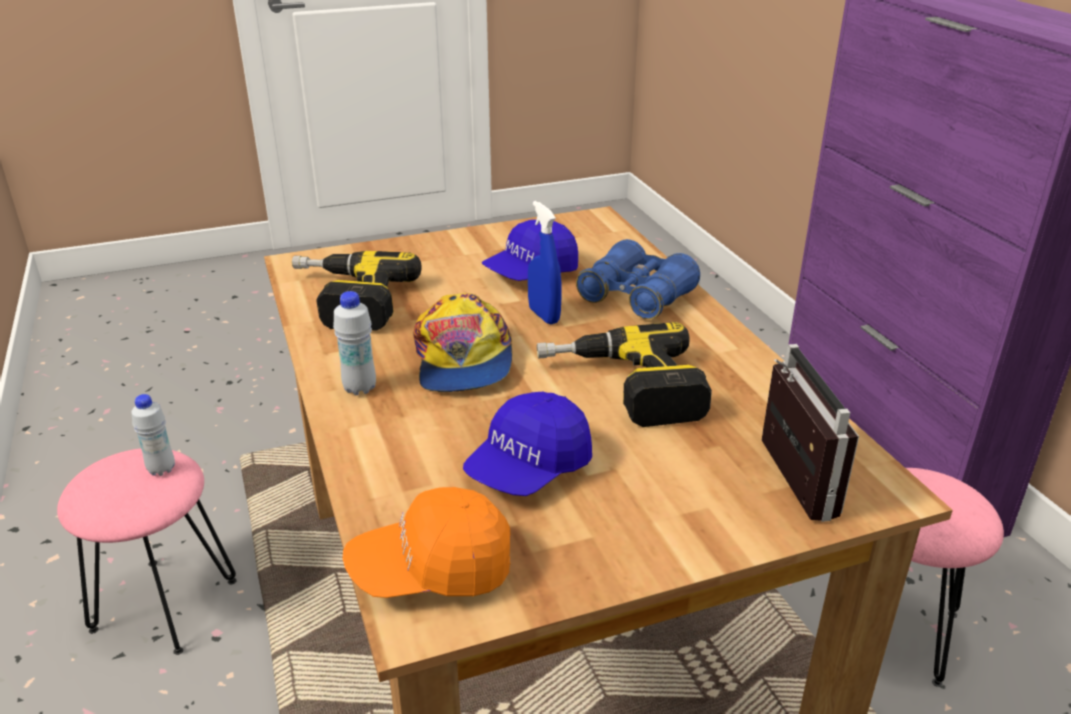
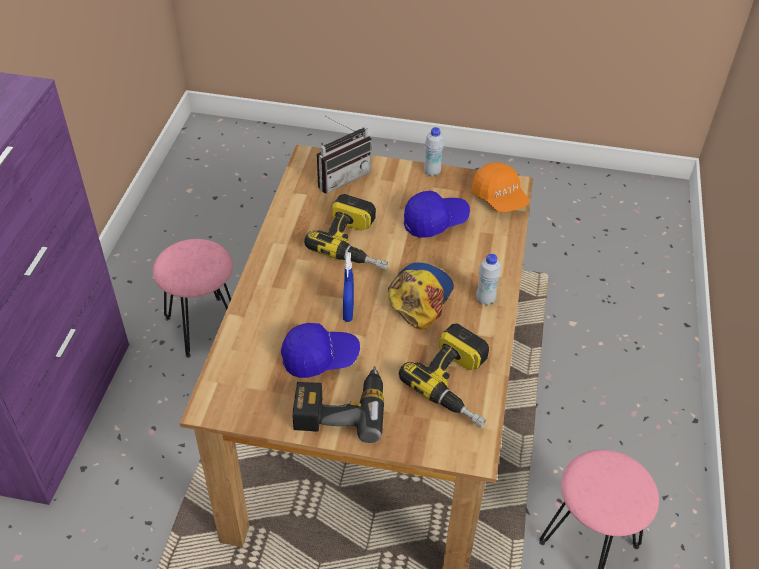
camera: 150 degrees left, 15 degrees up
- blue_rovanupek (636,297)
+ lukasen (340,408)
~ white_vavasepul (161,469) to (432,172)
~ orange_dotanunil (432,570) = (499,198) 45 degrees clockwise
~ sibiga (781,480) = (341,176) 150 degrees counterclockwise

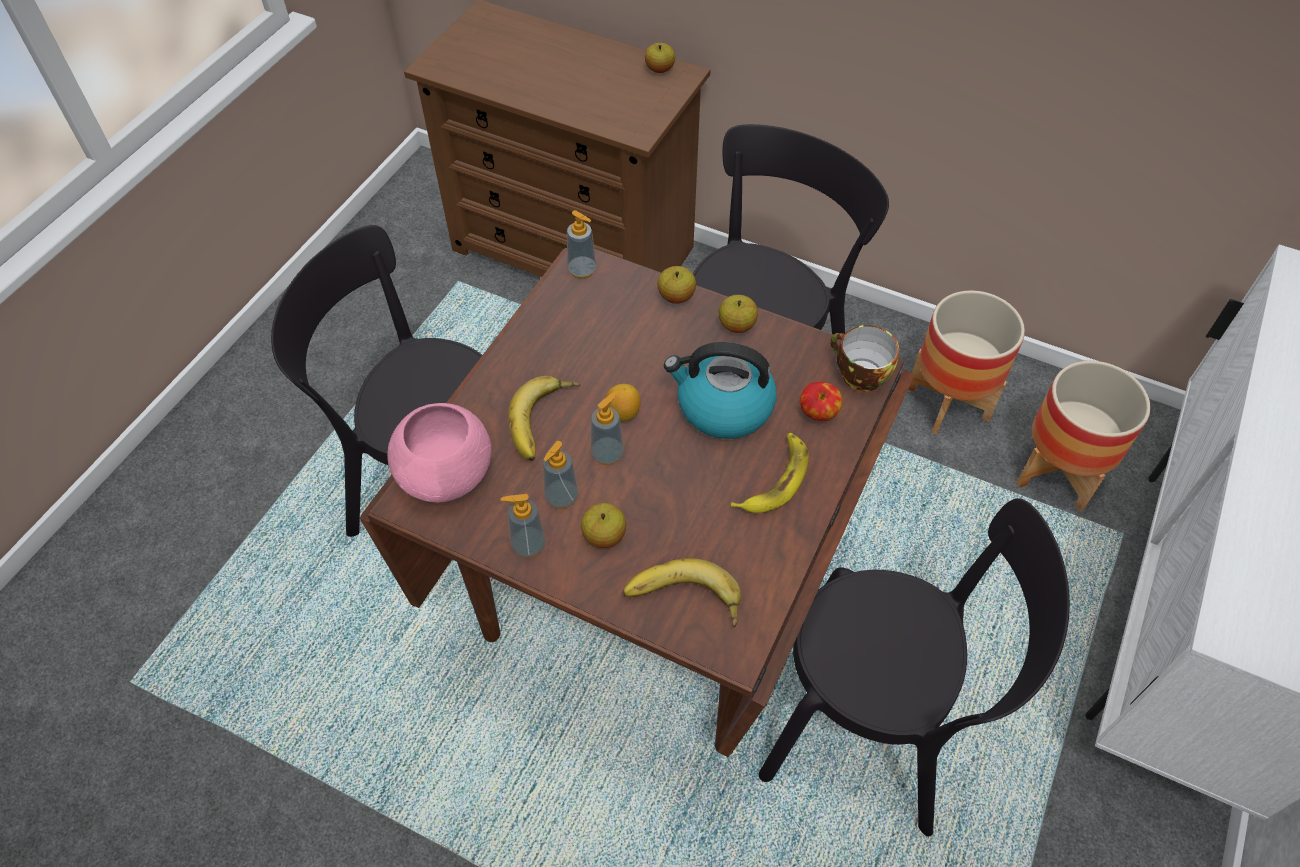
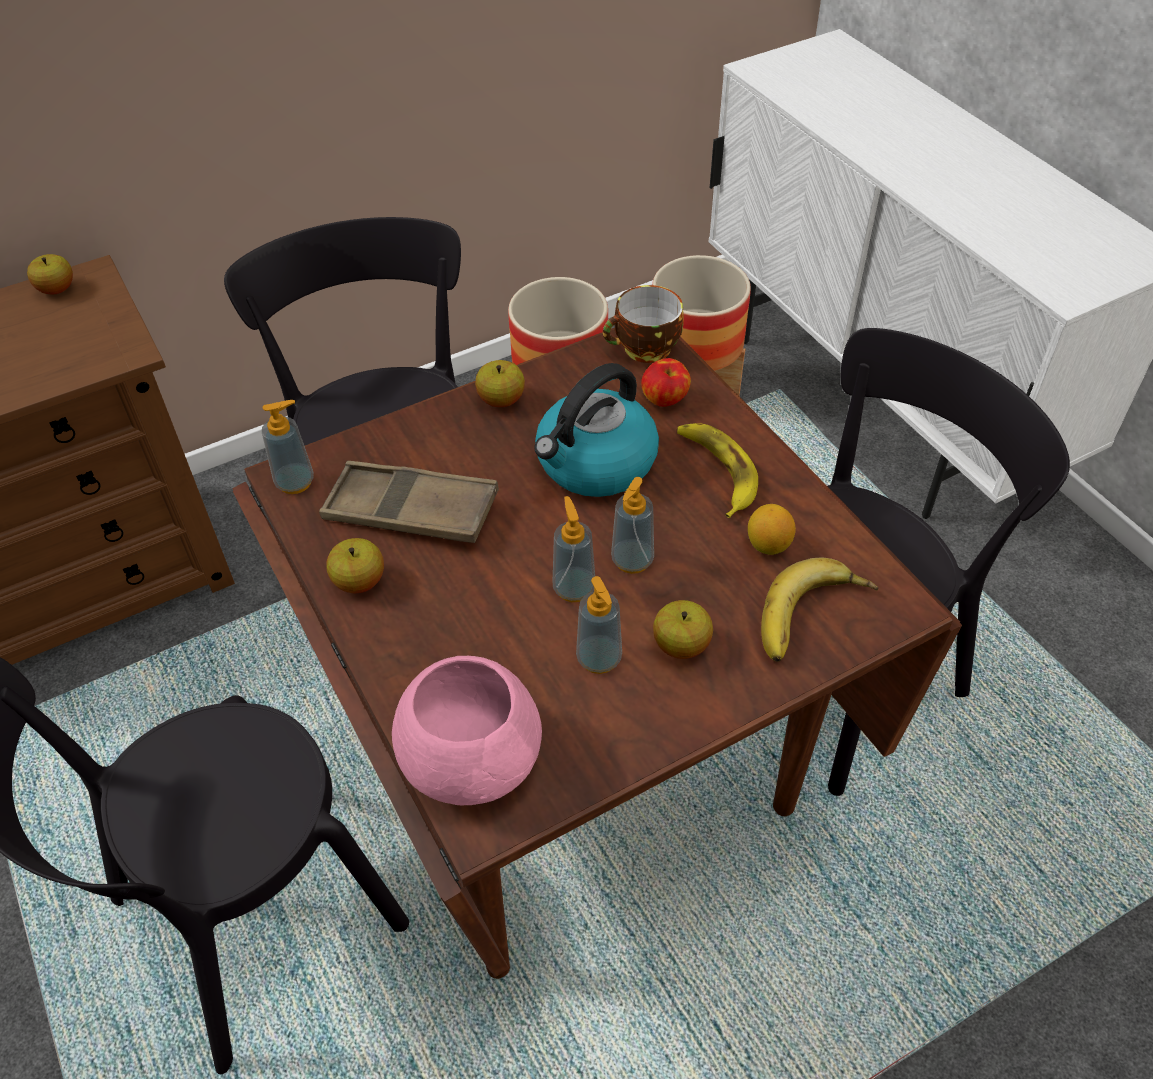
camera: 55 degrees left, 5 degrees down
- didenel (545,422)
+ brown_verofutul (411,511)
~ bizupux (528,545) to (632,560)
~ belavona (623,413) to (768,545)
~ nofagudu (676,296) to (359,581)

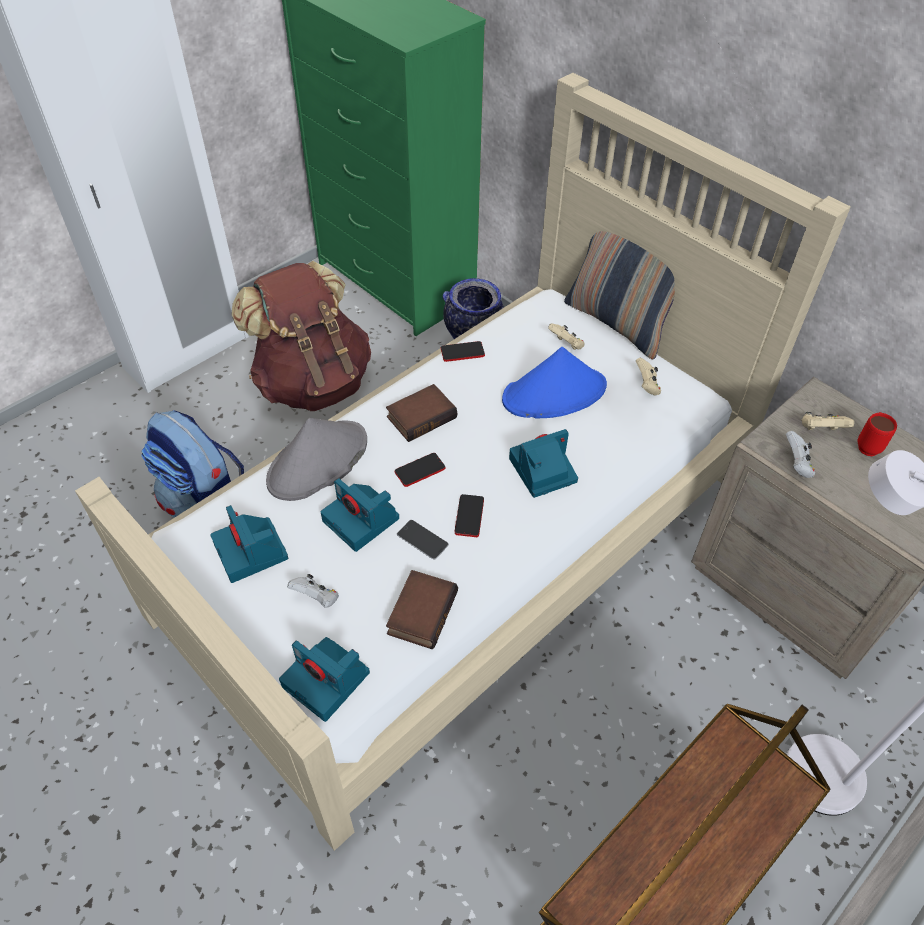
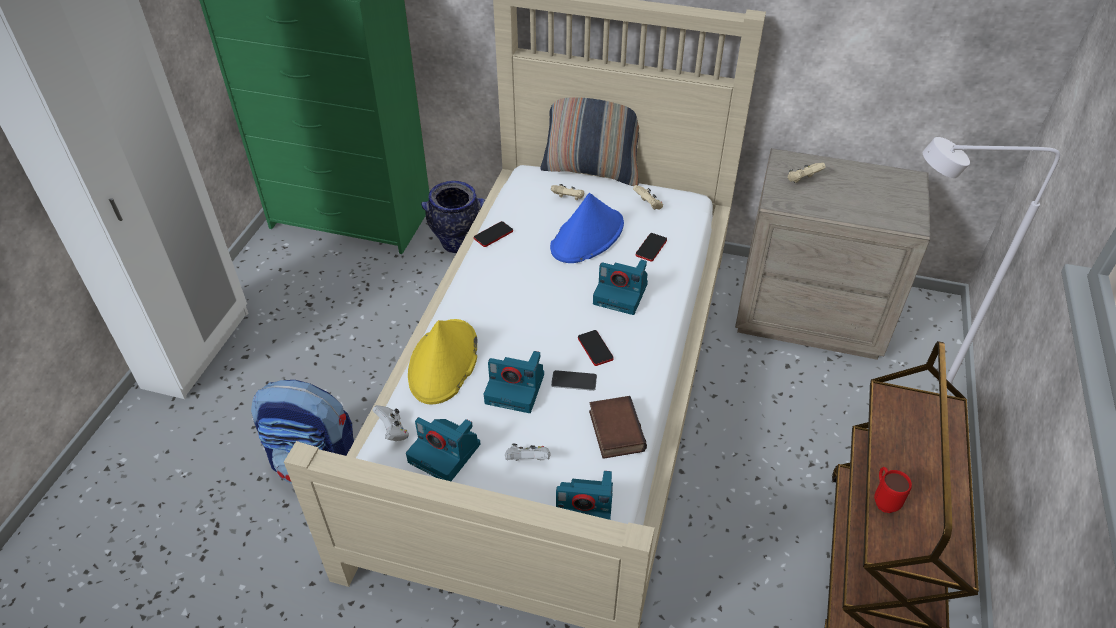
camera: 30 degrees left, 5 degrees down
- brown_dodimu (313,382)
- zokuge (421,416)
~ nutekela (420,470) to (651,248)
~ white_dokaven (796,464) to (393,431)
~ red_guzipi (868,445) to (883,499)
~ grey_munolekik (317,462) to yellow_munolekik (443,362)
~ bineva (541,471) = (622,294) 105 degrees counterclockwise

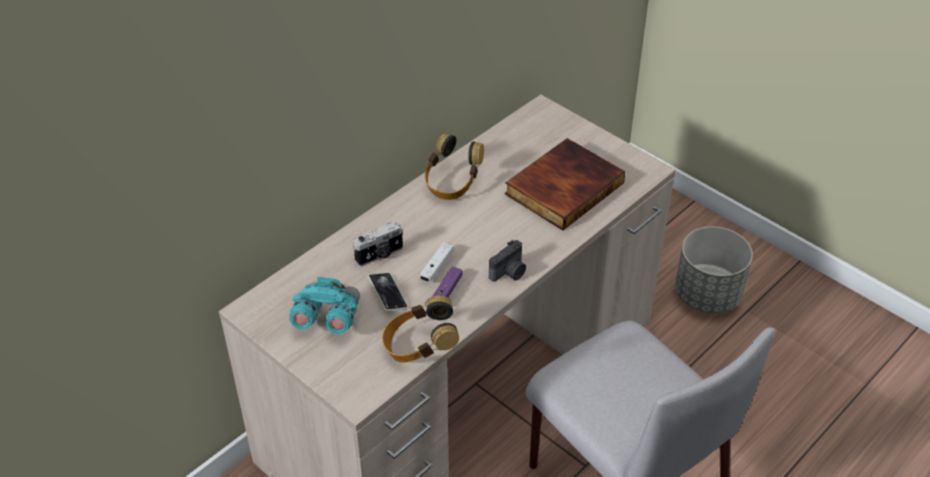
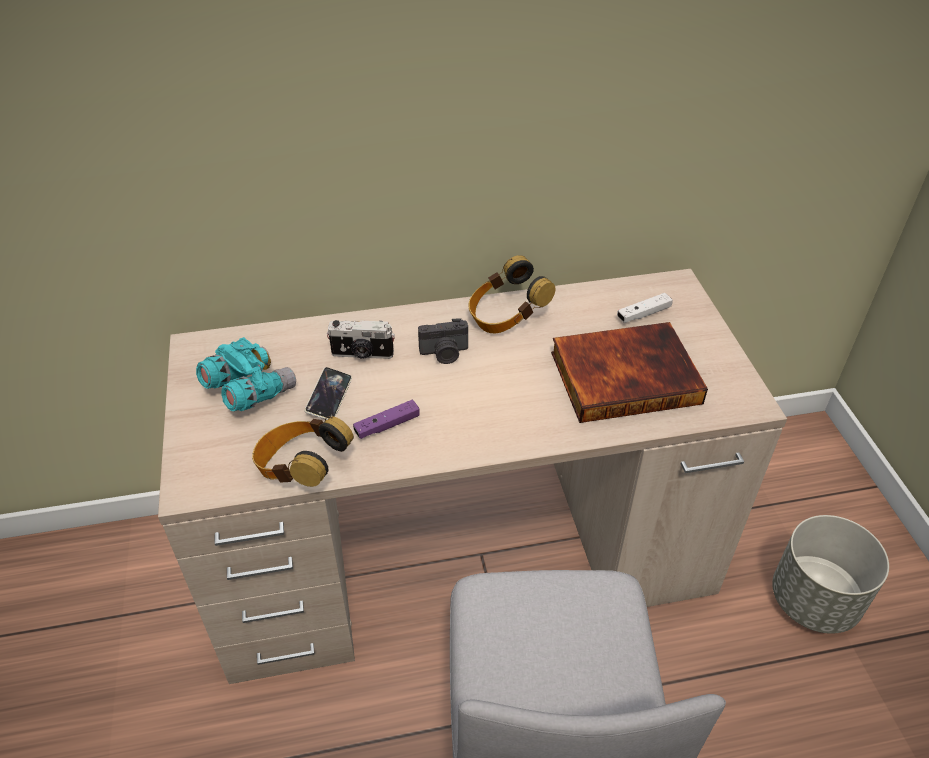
camera: 35 degrees right, 0 degrees up
~ white_dokaven (436,267) to (643,314)
~ bineva (509,272) to (444,354)

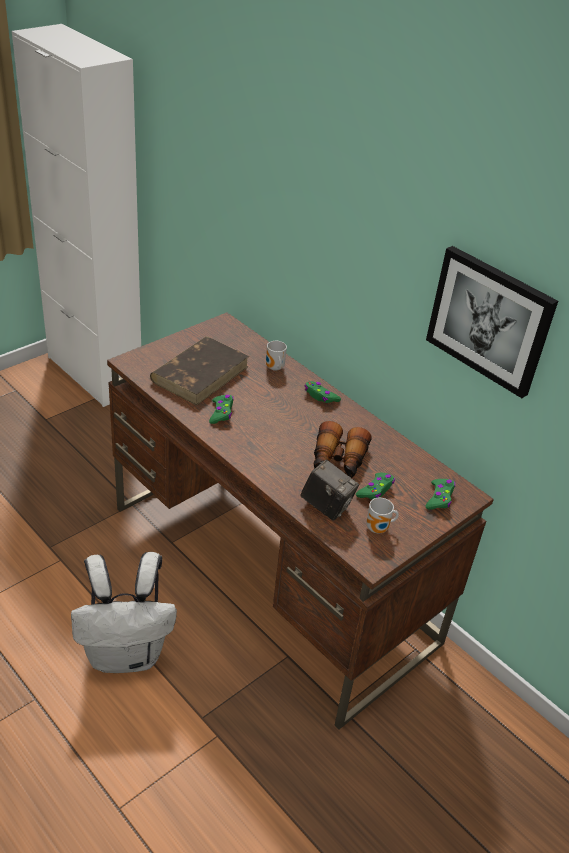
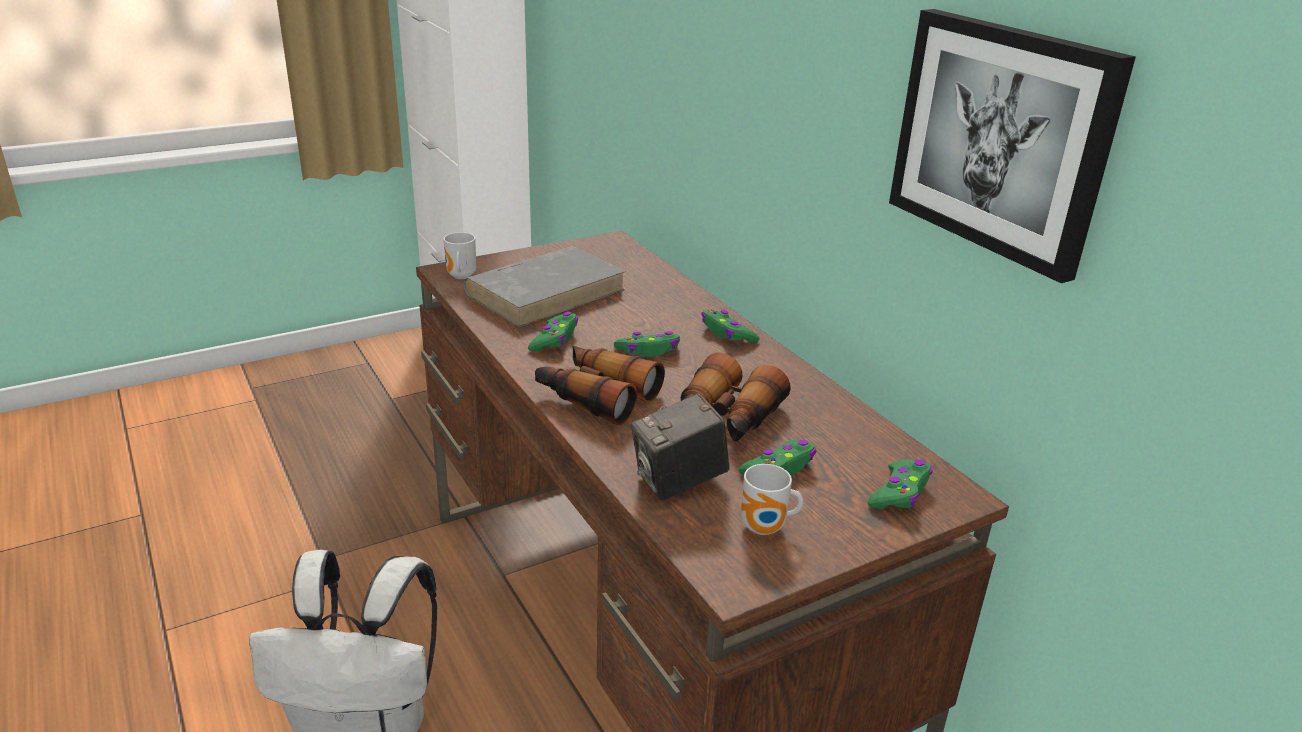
camera: 15 degrees right, 10 degrees down
+ rovanupek (596,396)
+ green_dokaven (649,351)
~ guzipi (274,368) to (460,277)
~ brown_zokuge (200,373) to grey_zokuge (546,292)
~ bineva (326,506) = (679,482) 105 degrees clockwise

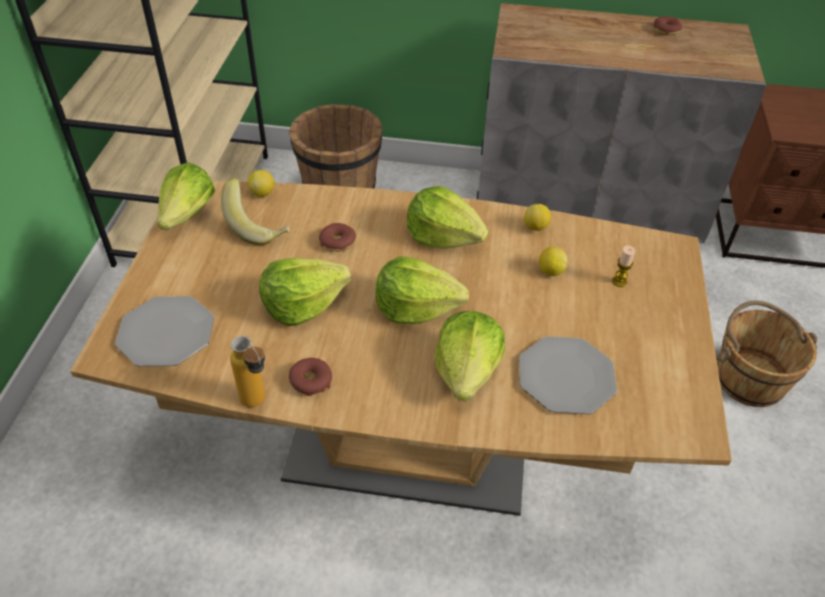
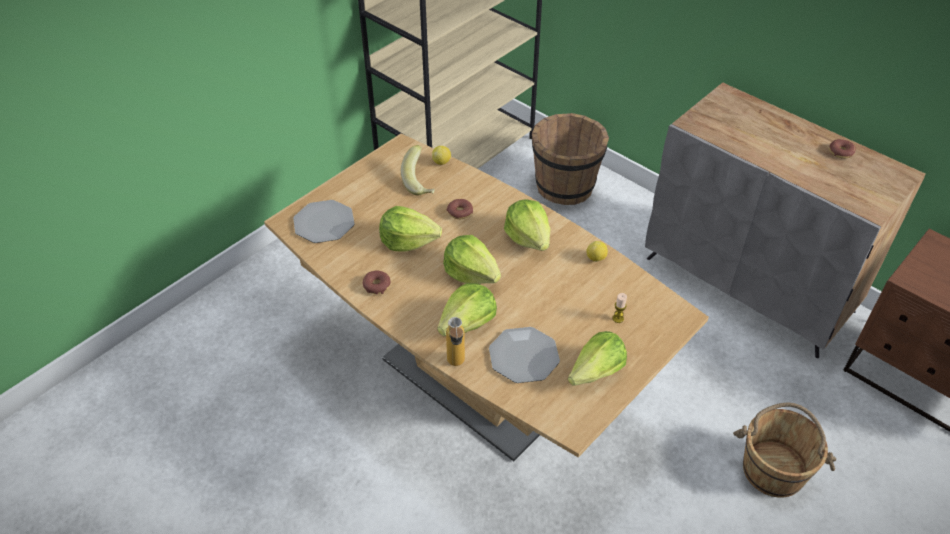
camera: 35 degrees right, 0 degrees up
- belavona (550,271)
~ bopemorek (188,214) to (596,372)
~ vavasepul (258,405) to (456,365)

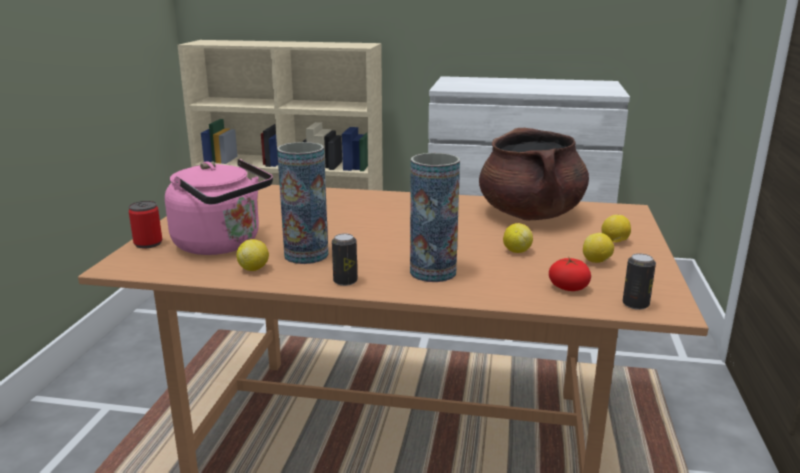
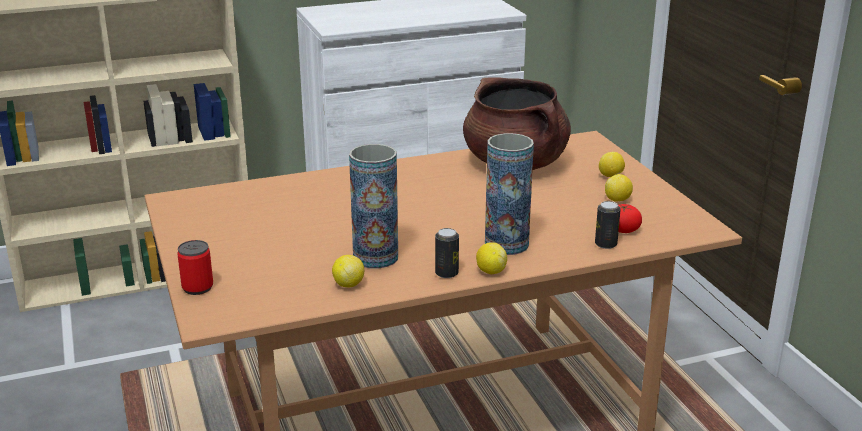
camera: 30 degrees left, 5 degrees up
- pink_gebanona (222,245)
~ belavona (516,251) to (491,271)
~ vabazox (635,304) to (606,244)

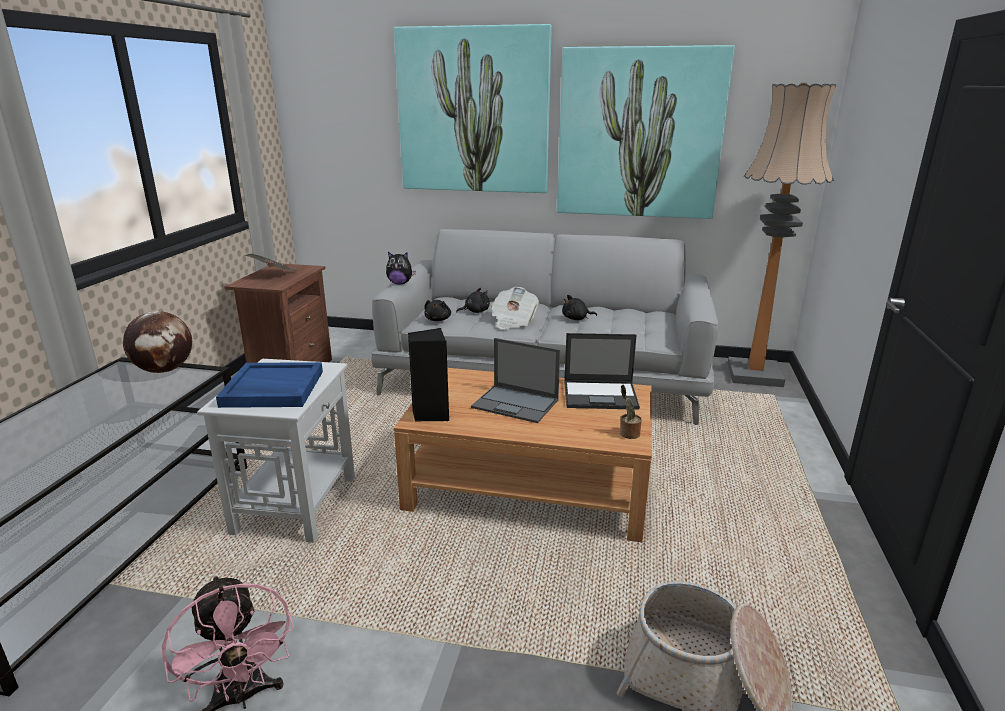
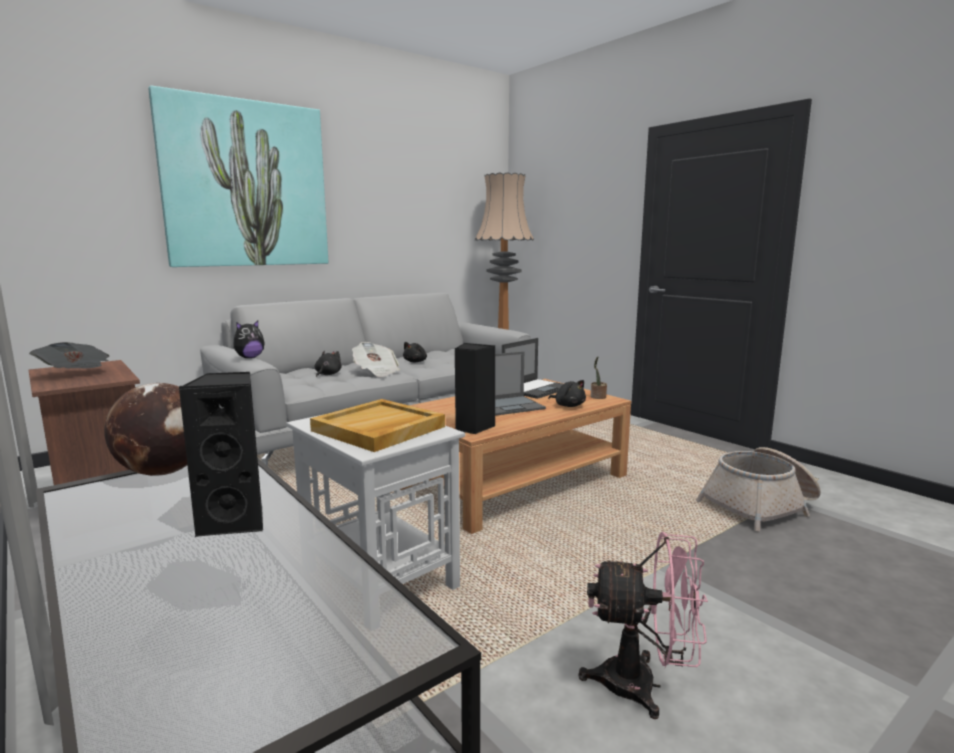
camera: 50 degrees left, 10 degrees down
- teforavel (639,134)
+ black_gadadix (236,521)
~ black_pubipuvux (438,319) to (568,405)
~ blue_verofutul (272,389) to beige_verofutul (378,429)

